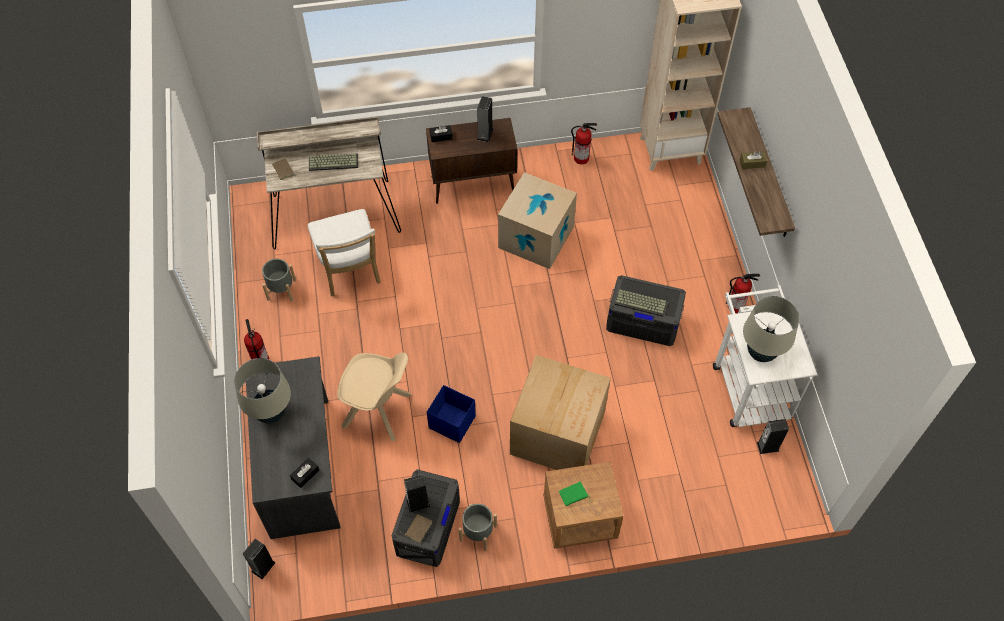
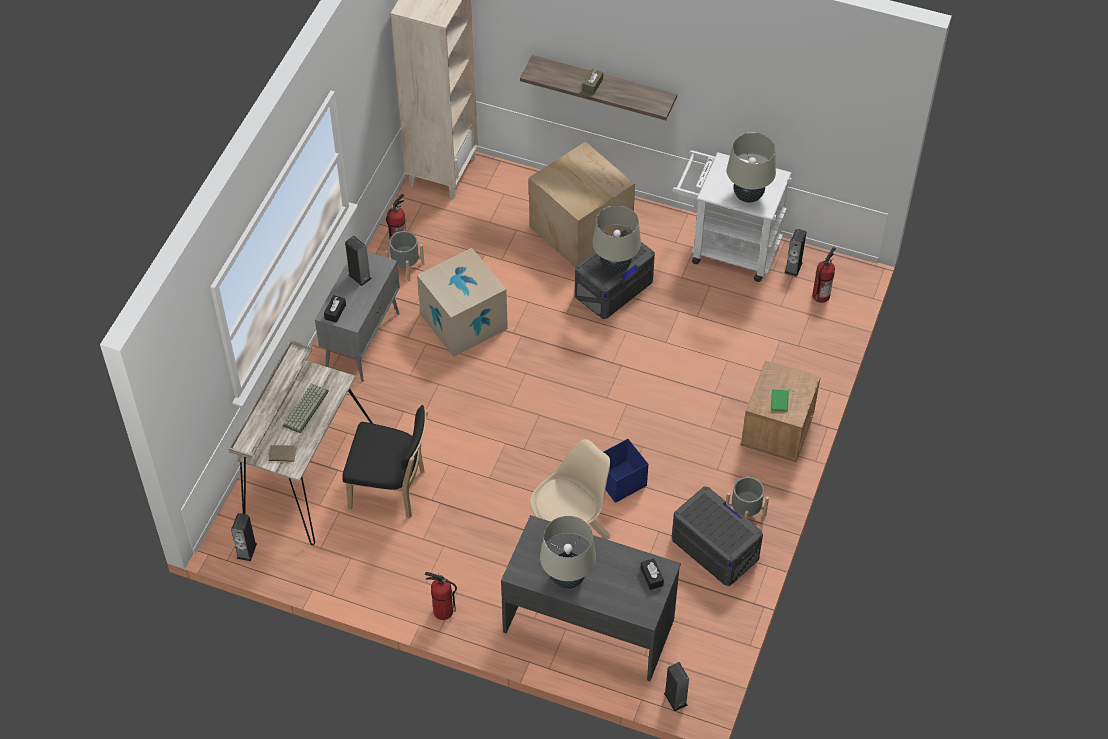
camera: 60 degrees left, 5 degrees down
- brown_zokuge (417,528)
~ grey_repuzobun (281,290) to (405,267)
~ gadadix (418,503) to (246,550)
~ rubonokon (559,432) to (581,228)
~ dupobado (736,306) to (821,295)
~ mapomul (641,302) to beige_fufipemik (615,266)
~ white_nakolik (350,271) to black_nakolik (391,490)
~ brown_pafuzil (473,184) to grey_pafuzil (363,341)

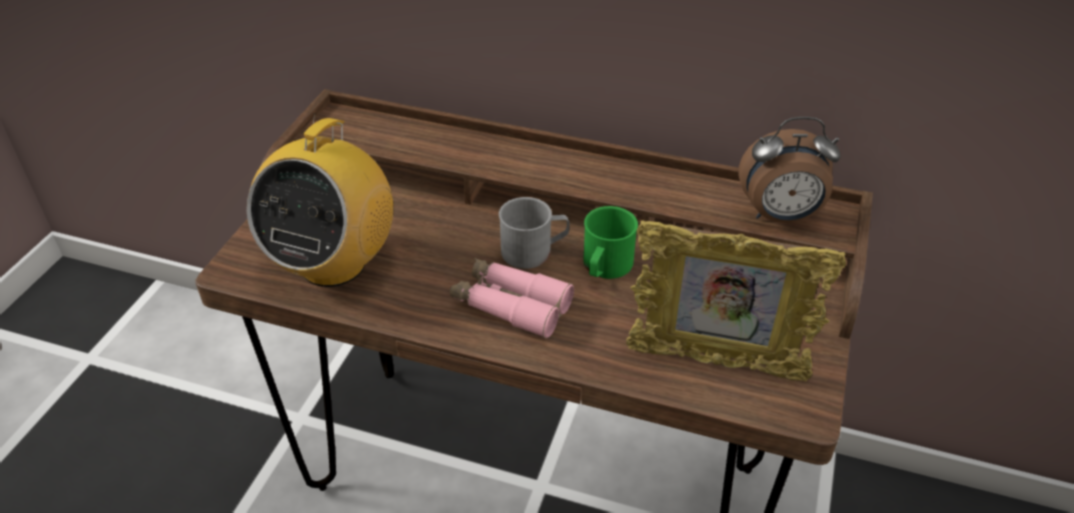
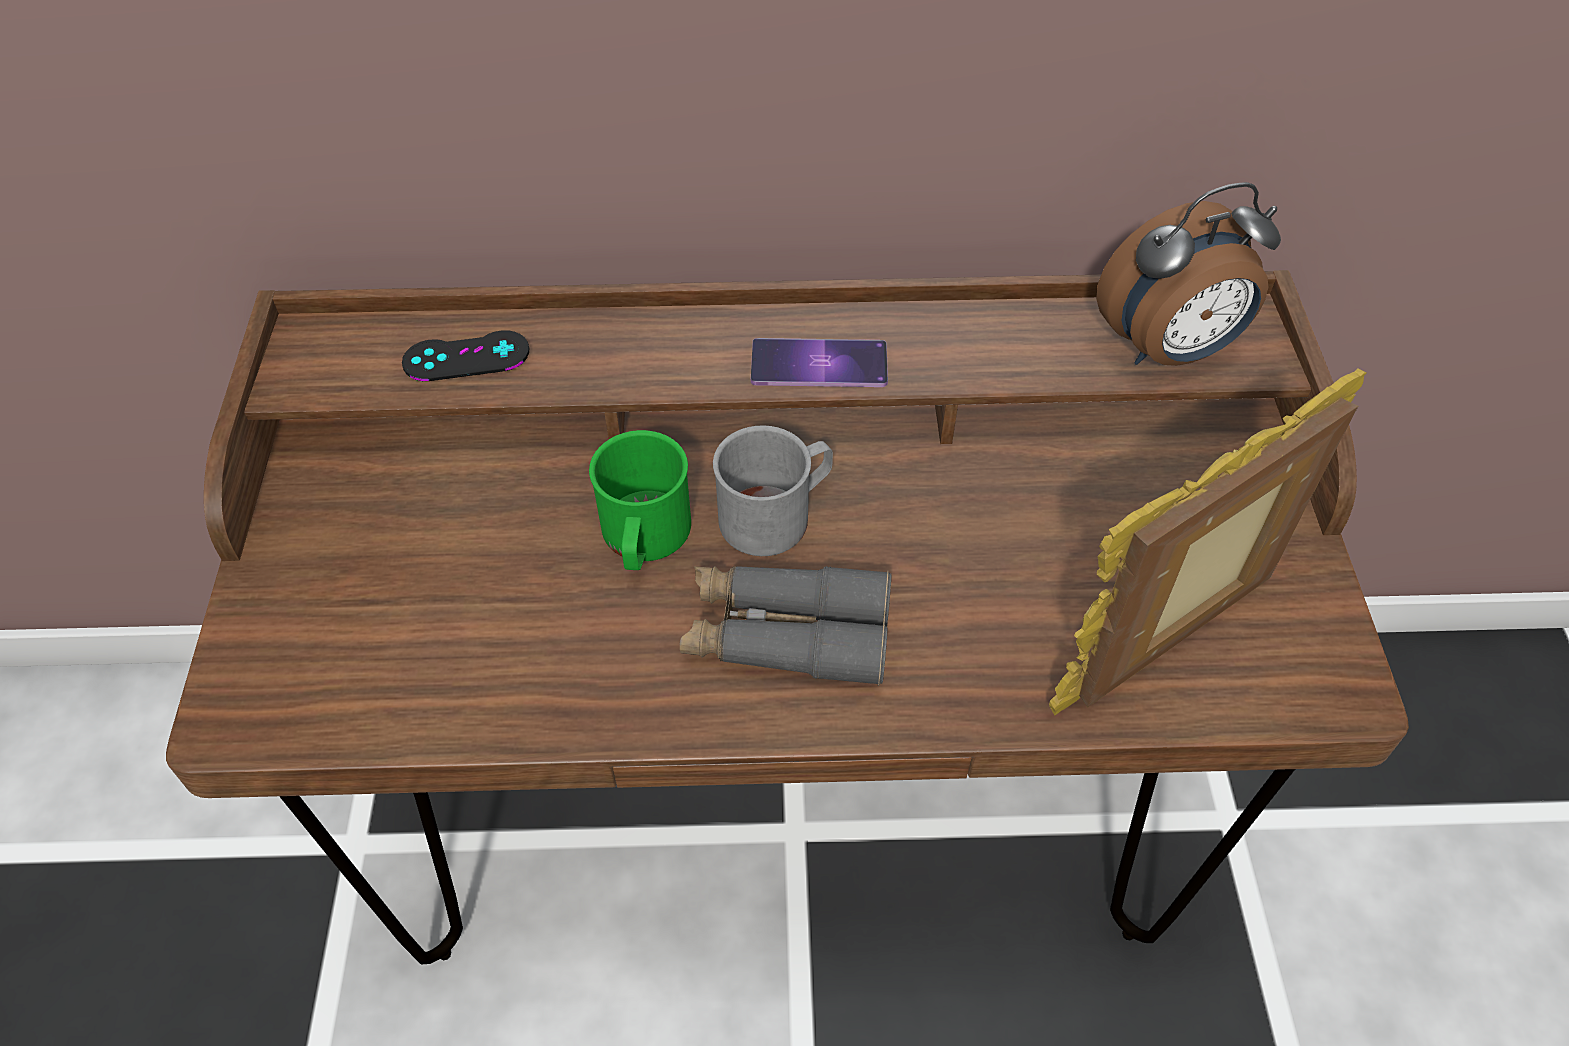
camera: 20 degrees left, 10 degrees up
- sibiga (333,263)
+ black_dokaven (466,357)
+ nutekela (819,364)
~ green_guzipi (604,268) to (644,539)
~ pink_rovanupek (511,305) to grey_rovanupek (786,634)
~ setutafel (716,362) = (1167,642) 150 degrees clockwise

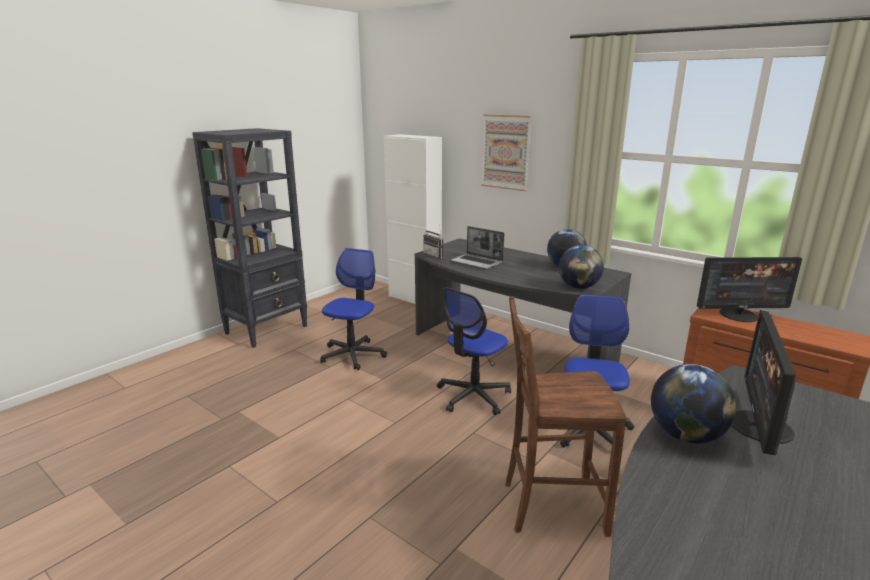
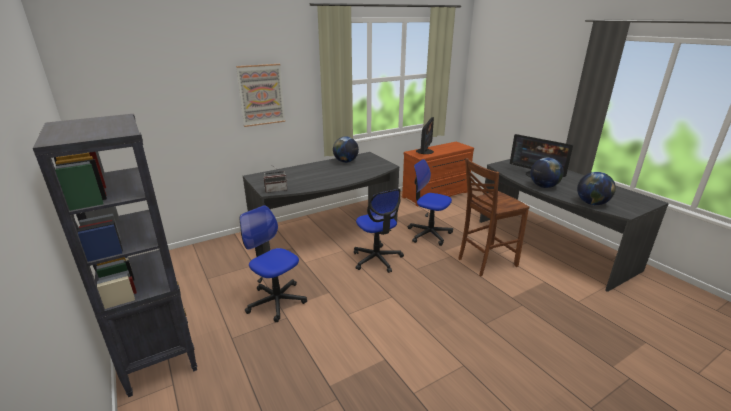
camera: 70 degrees left, 5 degrees up
- white_pafuzil (414,299)
- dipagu (477,262)
~ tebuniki (578,287) to (592,203)
~ brown_nakolik (551,506) = (485,262) 45 degrees clockwise

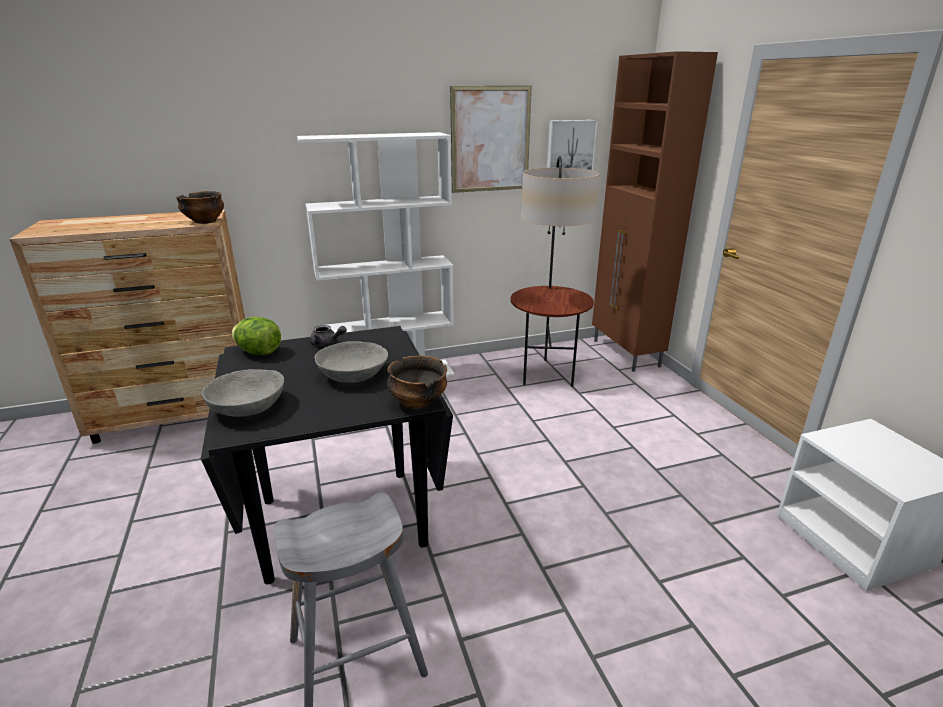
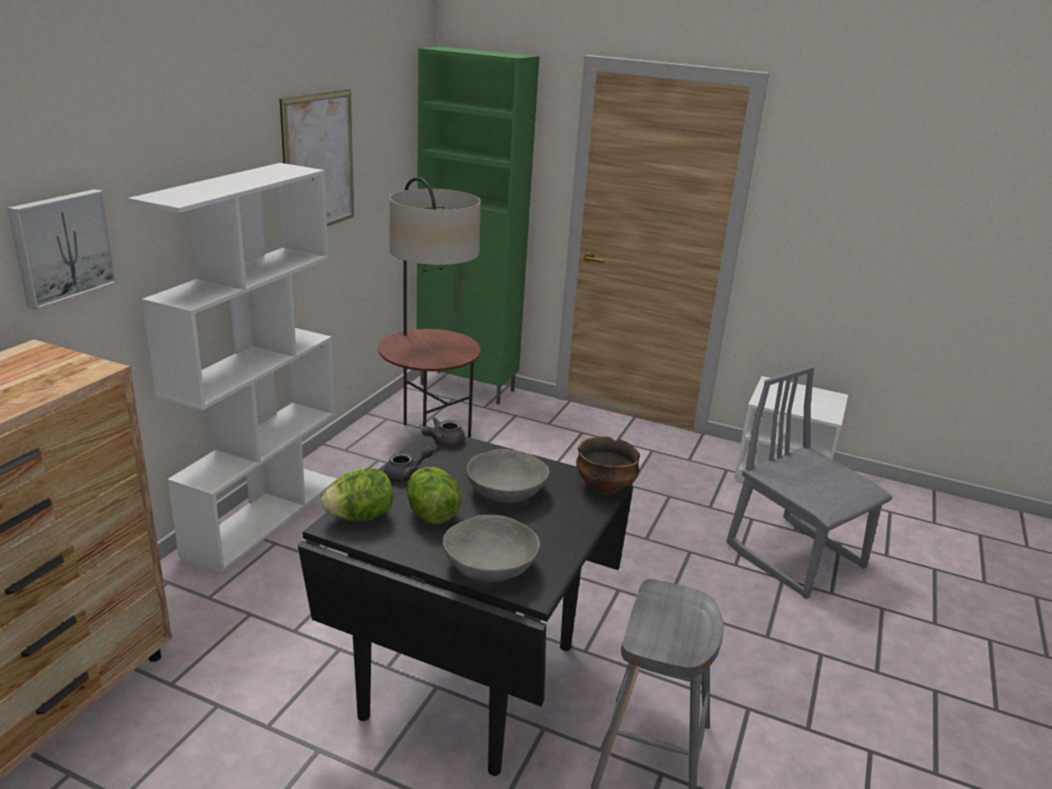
camera: 50 degrees left, 0 degrees up
- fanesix (205,222)
+ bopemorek (431,514)
+ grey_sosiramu (444,442)
+ grey_nakolik (796,556)
~ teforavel (570,146) to (61,246)
~ brown_pafuzil (626,354) to green_pafuzil (468,388)

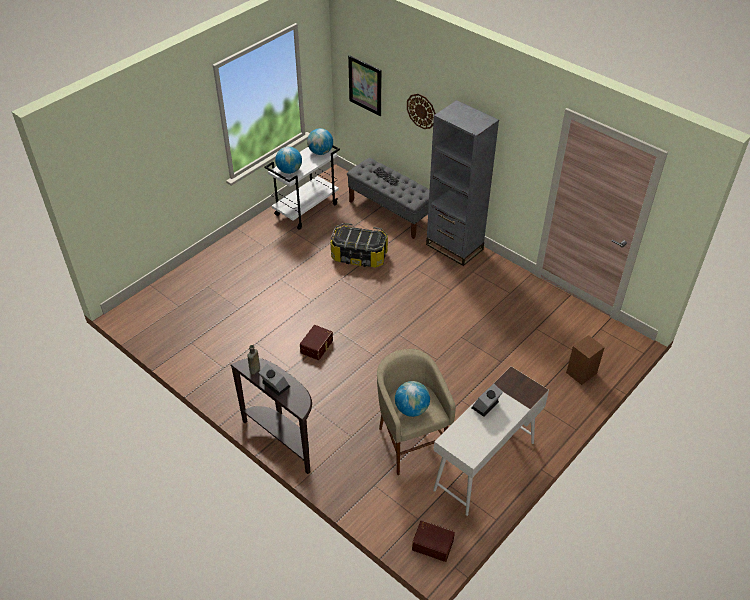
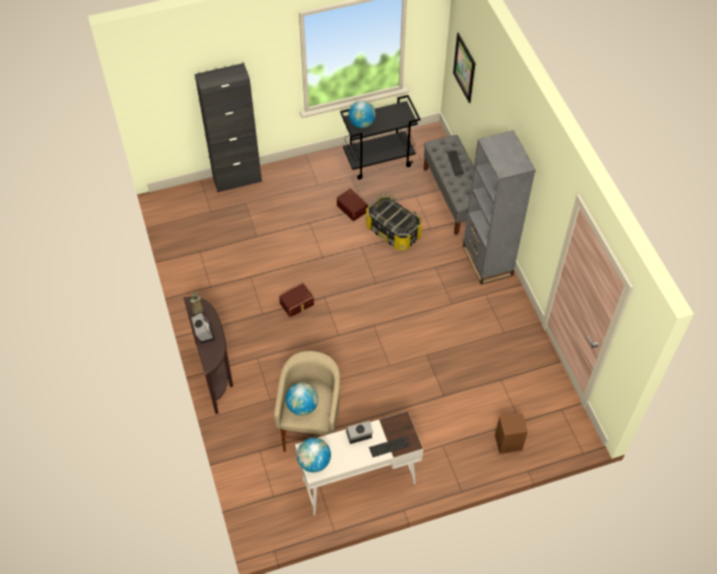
camera: 30 degrees right, 10 degrees up
- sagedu (421,111)
+ black_pafuzil (237,179)
+ mapomul (389,447)
~ tebuniki (320,152) to (314,462)
~ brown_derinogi (433,544) to (352,208)
~ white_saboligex (306,209) to black_saboligex (379,160)

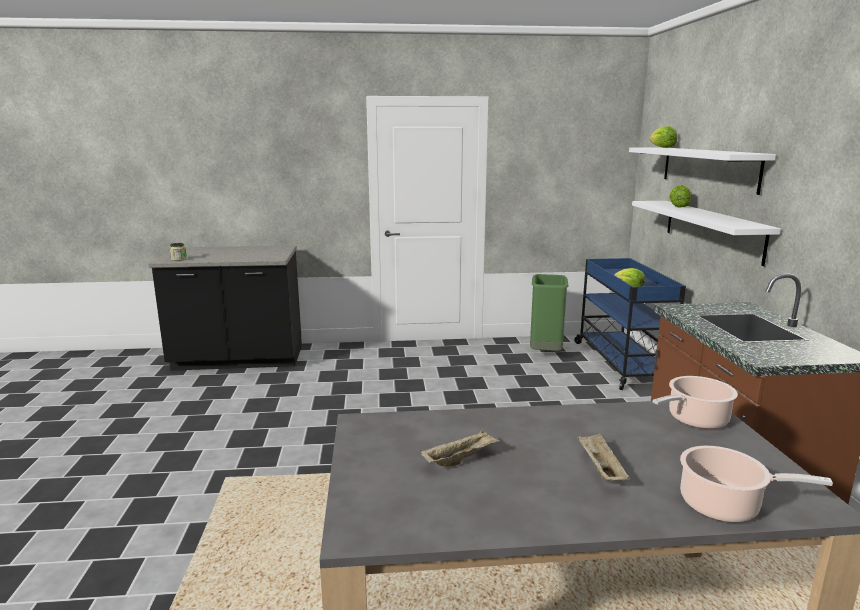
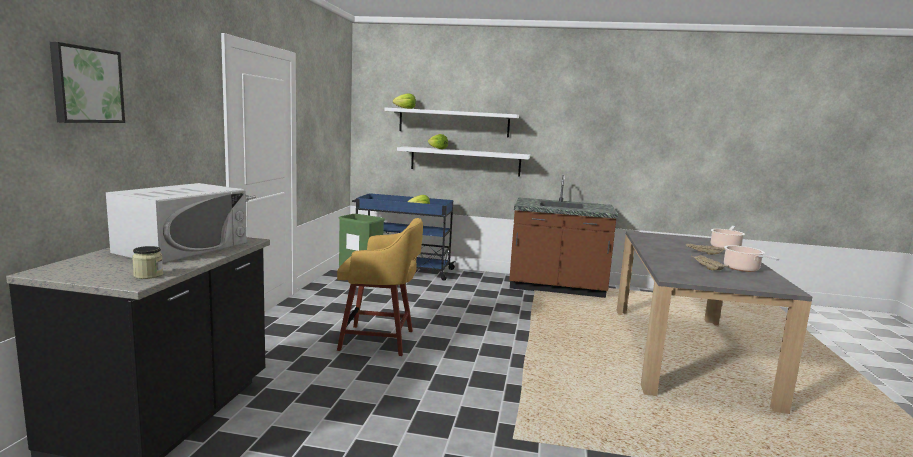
camera: 75 degrees left, 5 degrees down
+ teforavel (86,85)
+ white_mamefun (183,247)
+ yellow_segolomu (379,340)
~ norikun (695,419) to (743,269)

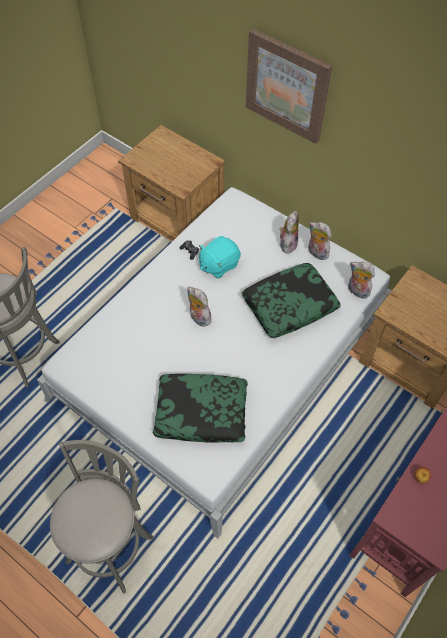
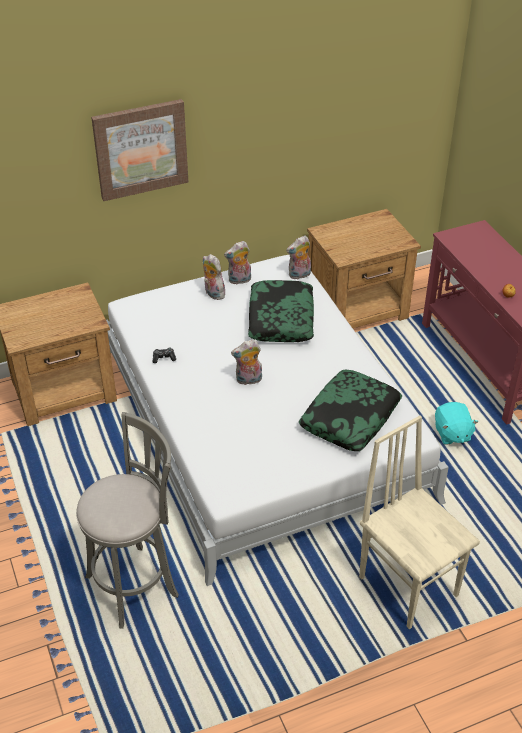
camera: 60 degrees left, 15 degrees down
~ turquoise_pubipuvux (218,265) to (452,433)
~ grey_segolomu (112,545) to beige_nakolik (409,585)

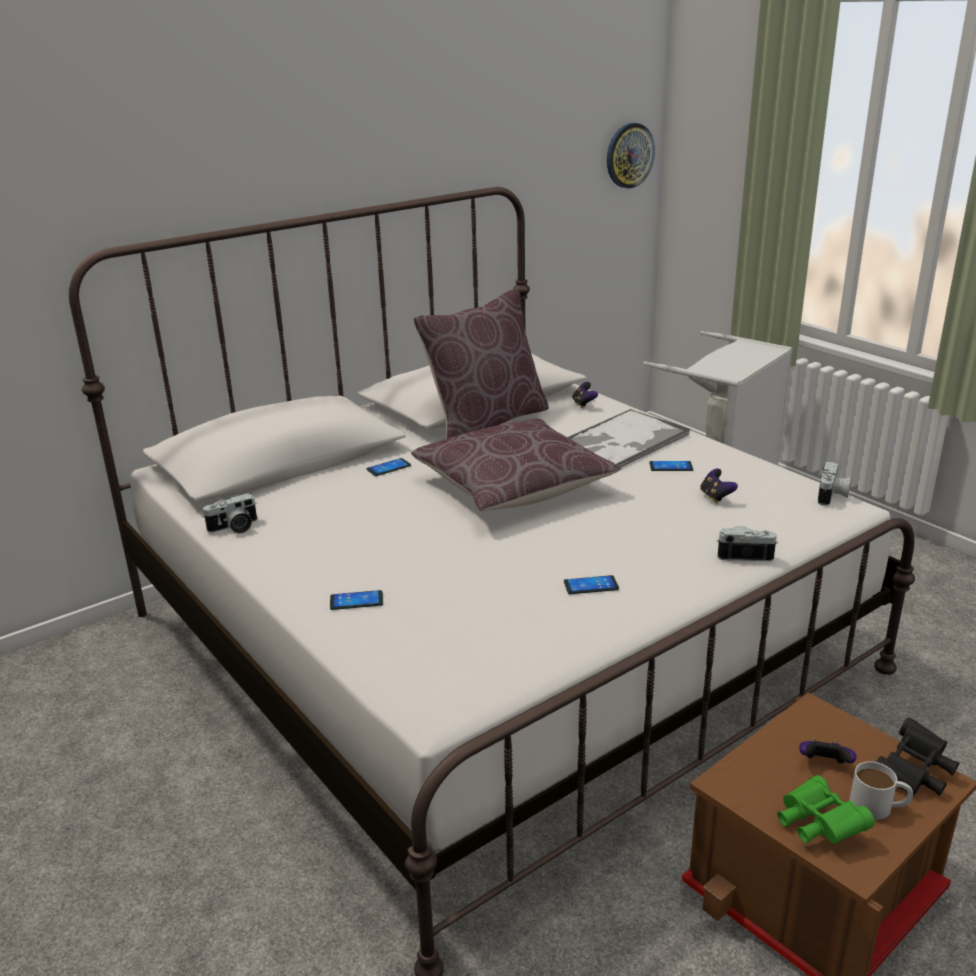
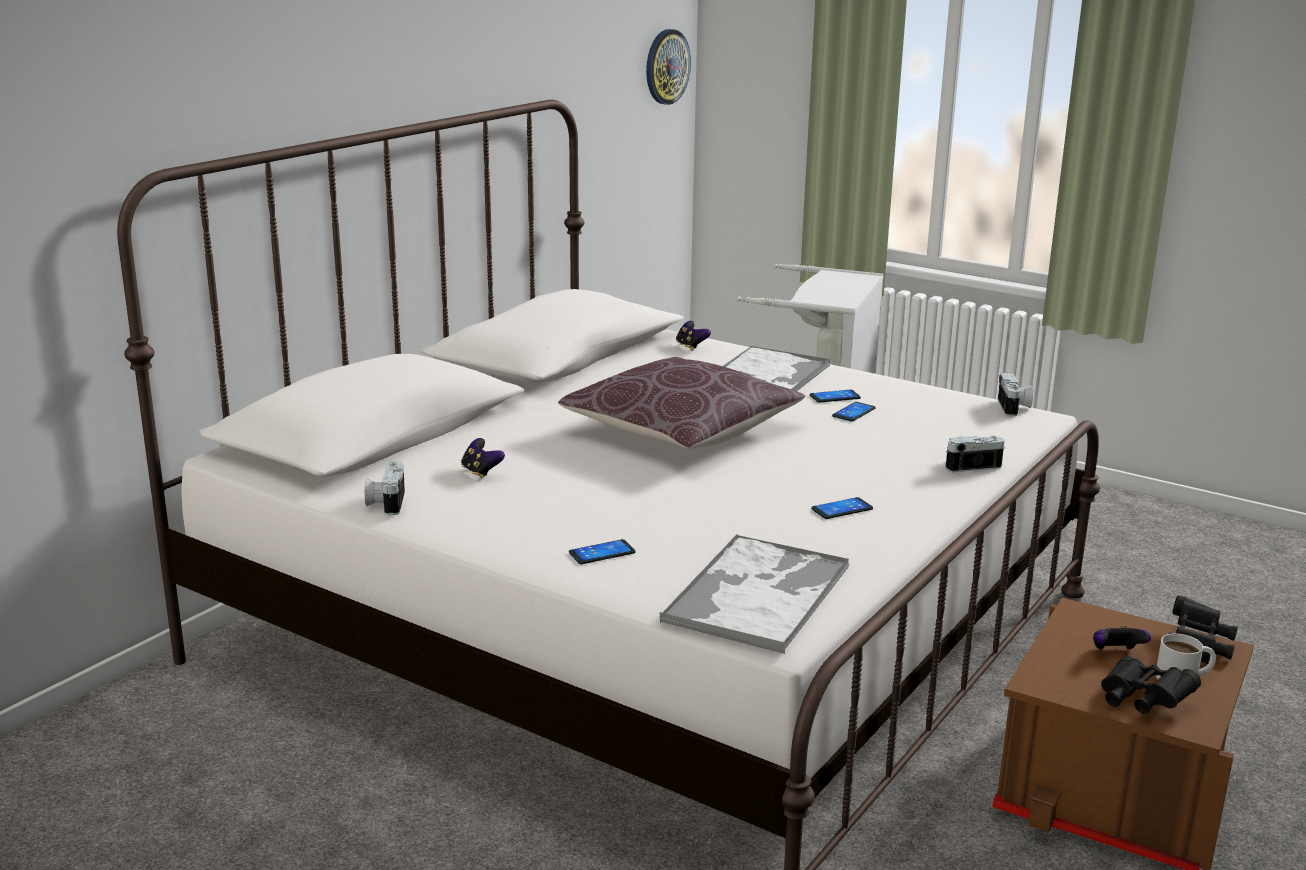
camera: 20 degrees left, 5 degrees down
- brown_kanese (486,422)
+ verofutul (758,593)
~ nutekela (389,468) to (854,412)
~ dokaven (716,497) to (481,472)
~ green_rovanupek (817,825) to black_rovanupek (1142,701)
~ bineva (234,528) = (386,503) 135 degrees clockwise

